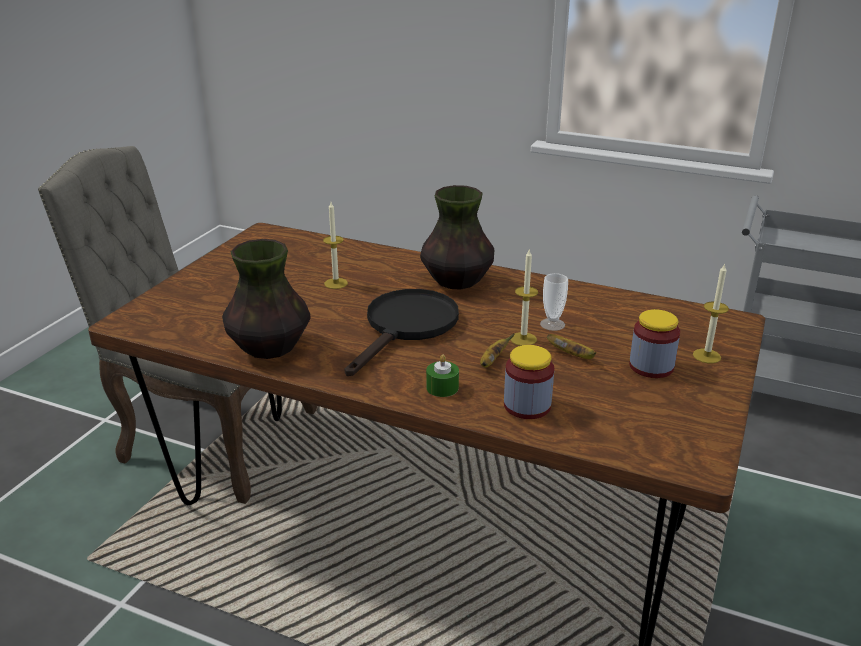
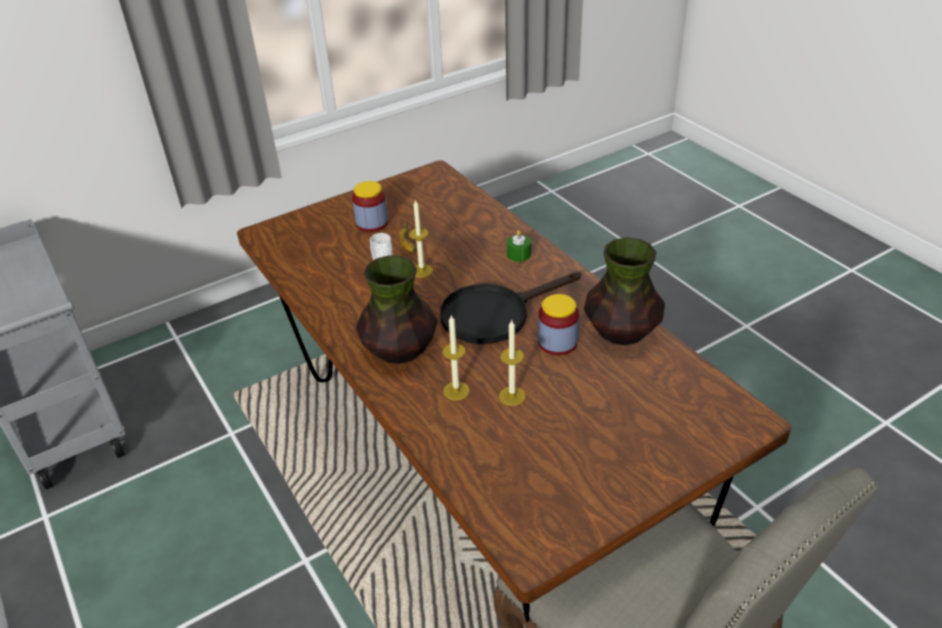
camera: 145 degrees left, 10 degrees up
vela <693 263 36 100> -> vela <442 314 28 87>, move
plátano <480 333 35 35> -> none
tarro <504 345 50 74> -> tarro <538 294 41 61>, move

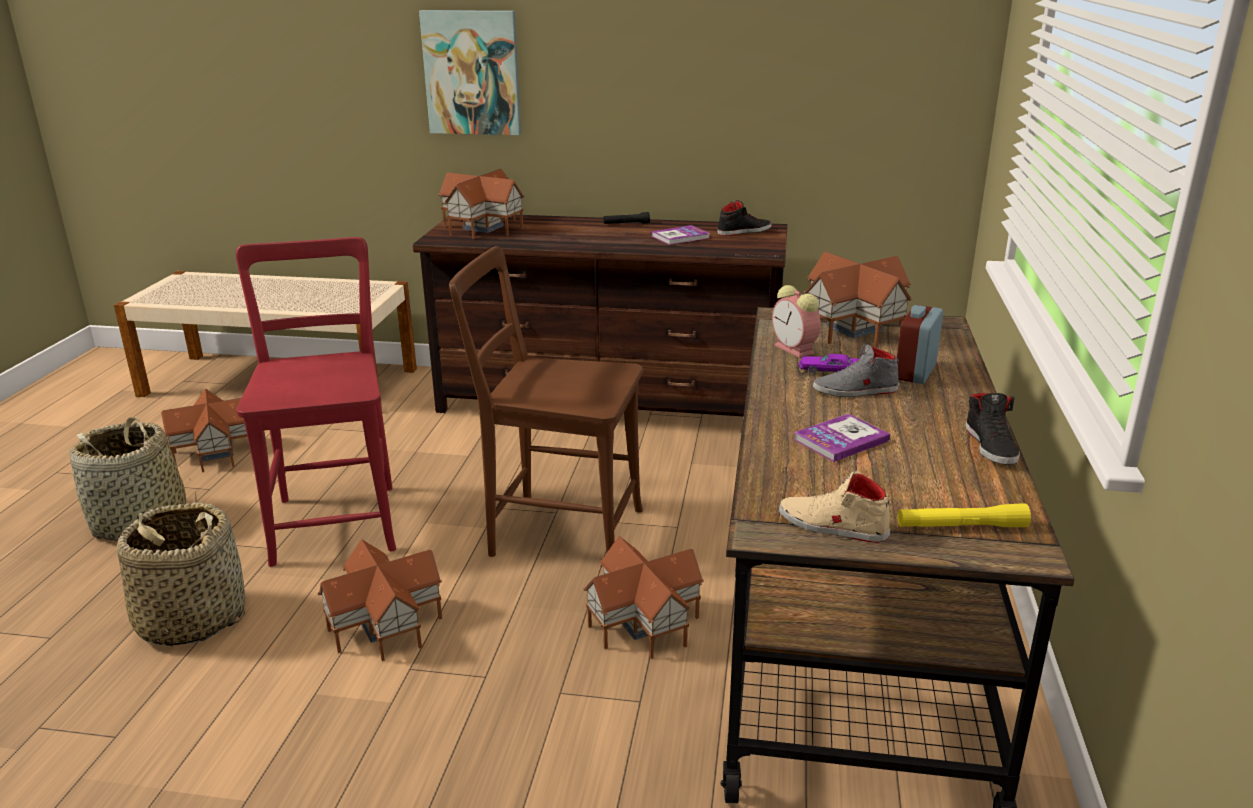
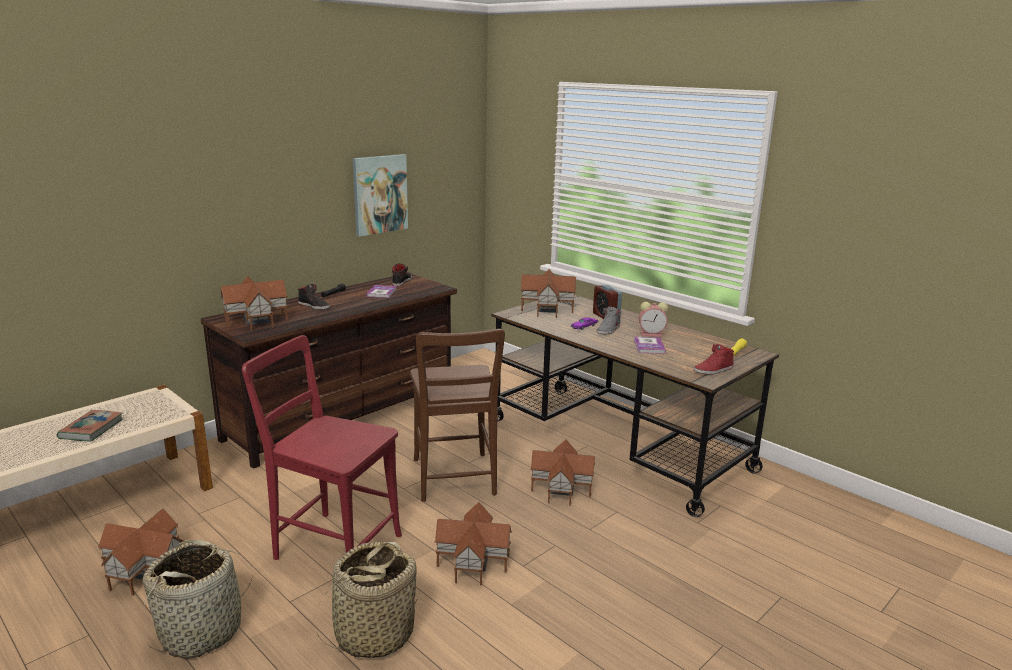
camera: 55 degrees left, 5 degrees down
cuadro <419 10 102 125> -> cuadro <353 154 55 83>, move
silla/marrón <449 246 194 311> -> silla/marrón <410 329 95 173>, 60 degrees counterclockwise
despertador <772 285 49 73> -> despertador <639 302 29 35>, move
zapato/negro <966 393 54 72> -> zapato/negro <298 284 32 26>, move
zapato/beis <779 470 112 73> -> zapato/rojo <694 344 40 31>
none -> libro <57 410 66 32>

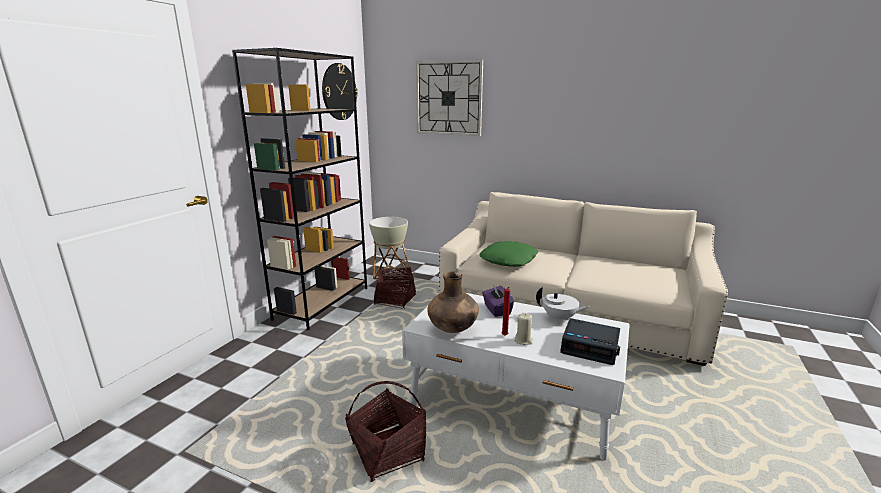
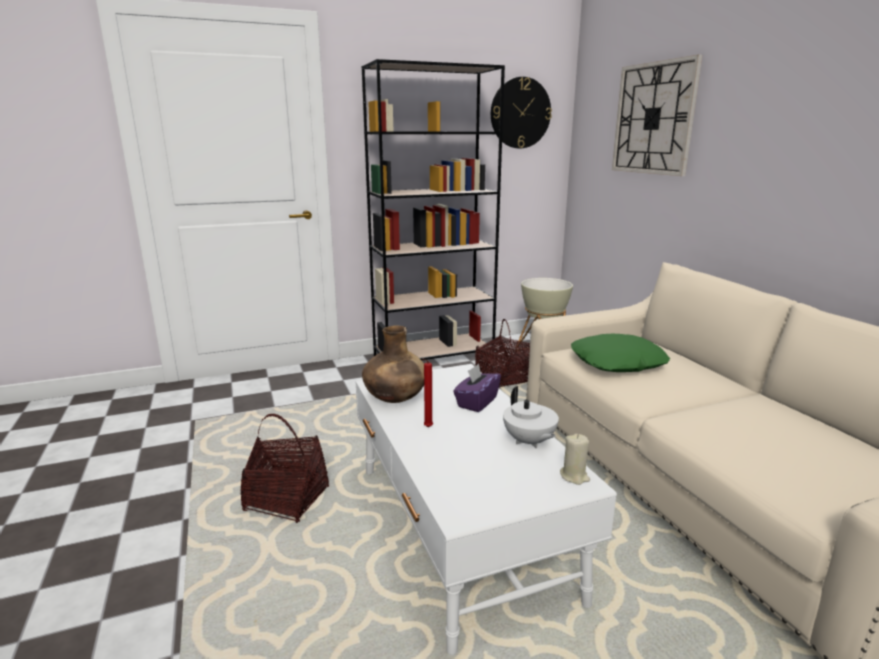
camera: 45 degrees right, 0 degrees up
vela/beis <514 314 19 31> -> vela/beis <560 434 30 51>, move
despertador <560 318 60 47> -> none

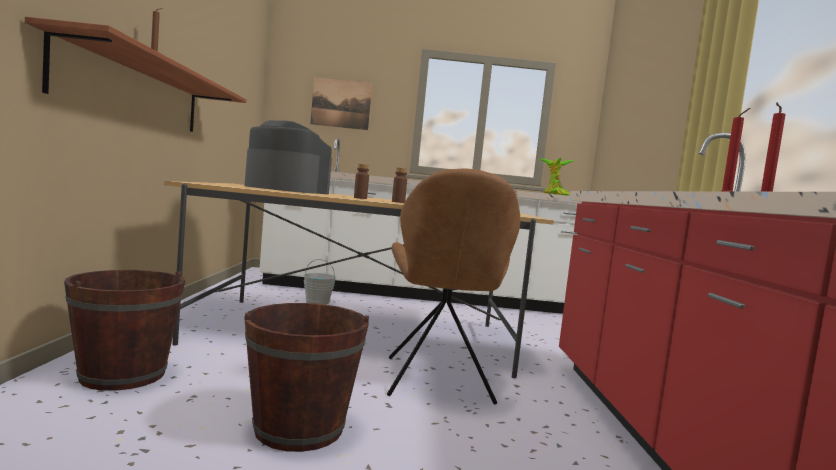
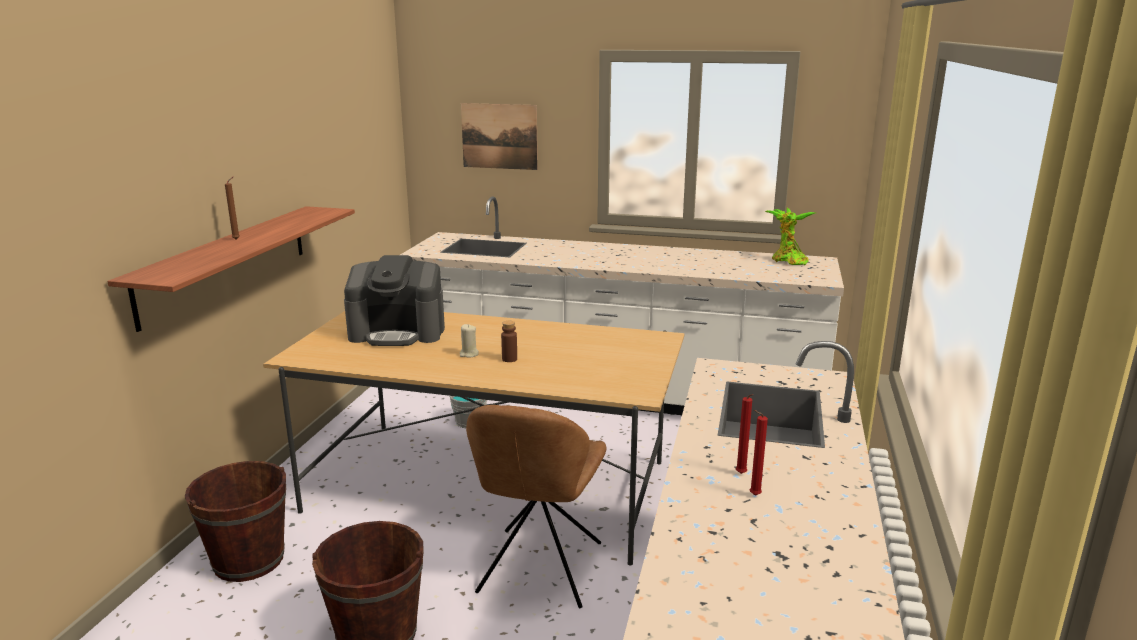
camera: 15 degrees right, 15 degrees up
cafetera <244 120 88 74> -> cafetera <344 255 101 91>, 135 degrees clockwise
botella/marrón <354 164 15 35> -> vela/beis <460 324 19 34>

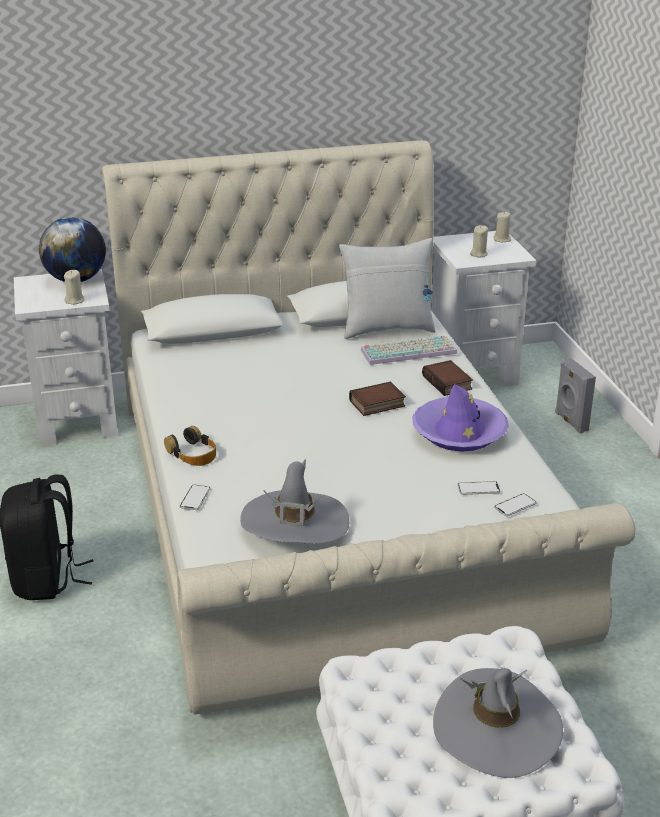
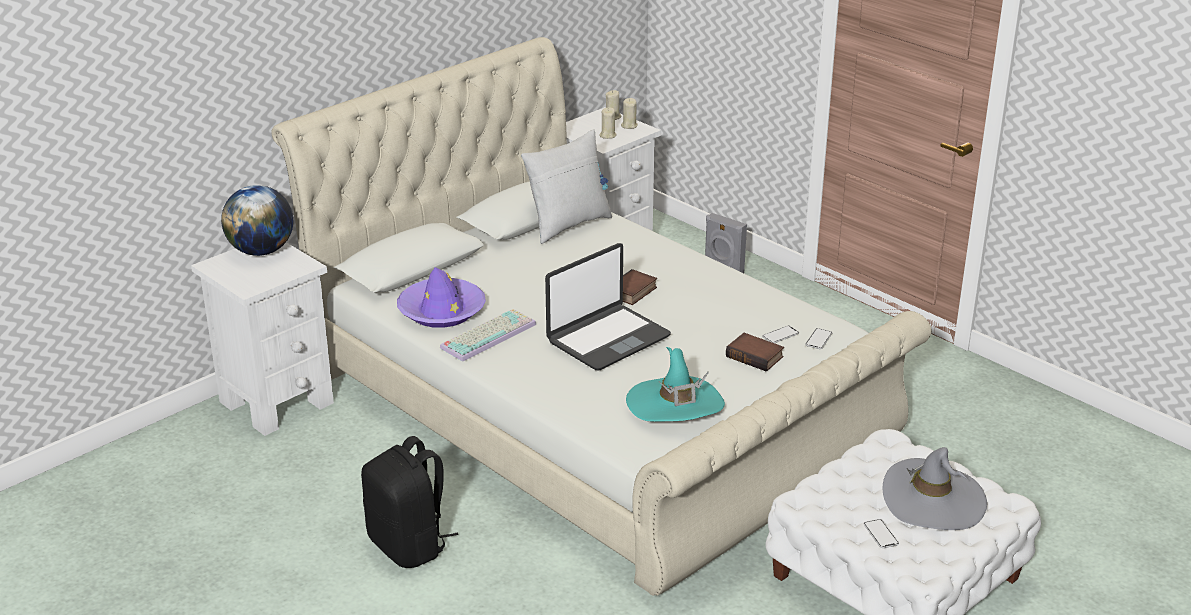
camera: 30 degrees left, 0 degrees up
vela/beis <64 270 20 35> -> vela/beis <621 98 17 31>, move
teclado <361 335 97 30> -> teclado <440 309 96 53>, move
libro <422 360 51 36> -> libro <726 333 58 39>, move
sombrero/morado <412 384 97 68> -> sombrero/morado <397 267 89 61>, move
auriculares <164 426 52 40> -> none
sombrero/gris <240 459 109 85> -> sombrero/turquesa <626 347 99 74>
móvil <180 484 31 26> -> móvil <863 519 36 29>, move
none -> portátil <545 243 126 127>

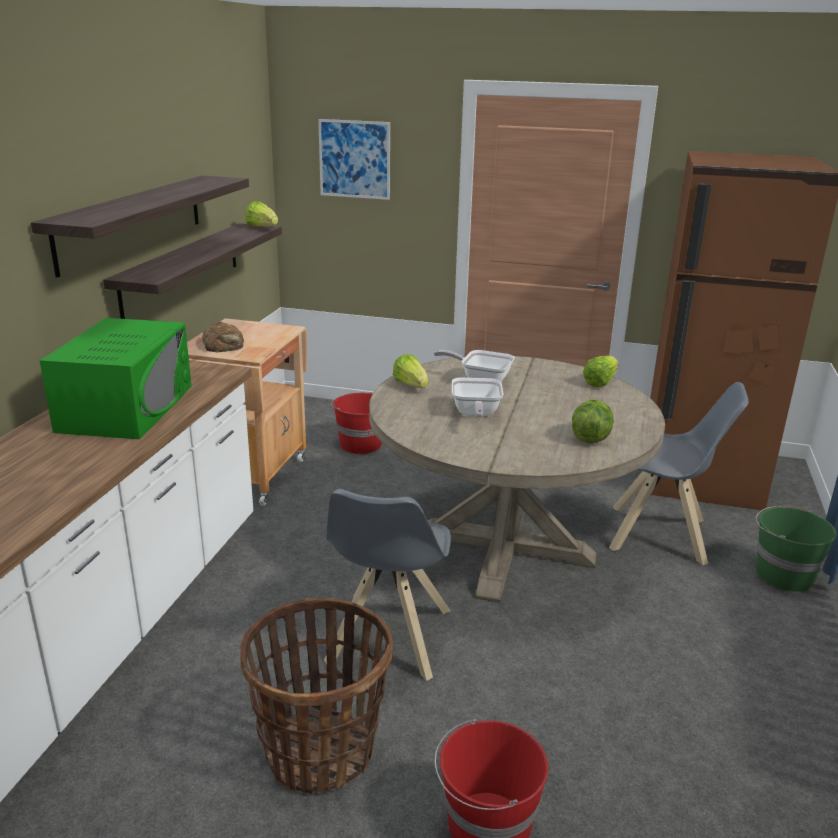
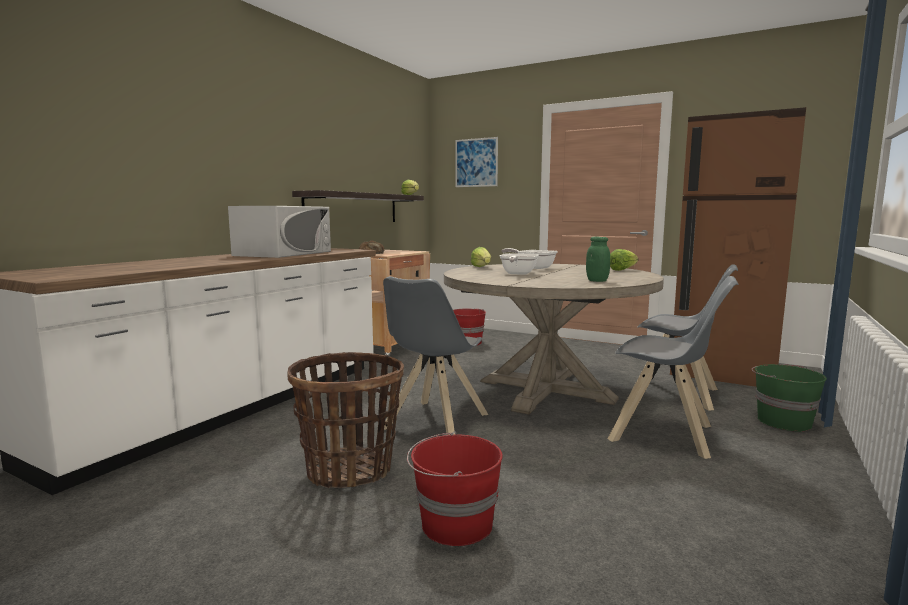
camera: 15 degrees right, 15 degrees down
estante <31 175 218 102> -> none
microondas/verde <39 318 153 121> -> microondas/blanco <228 206 103 52>
lechuga <572 400 42 43> -> tarro/verde <586 236 24 46>
none -> silla/gris <608 276 130 183>

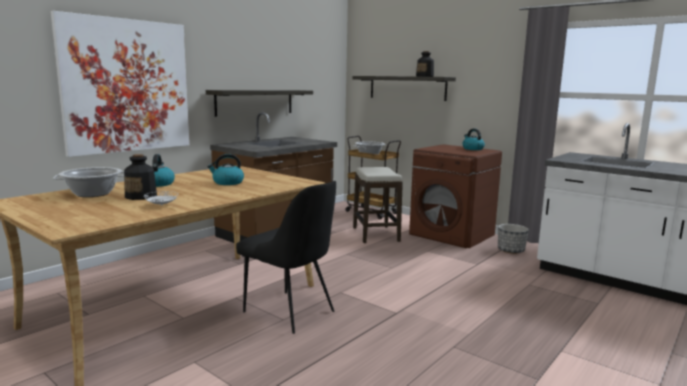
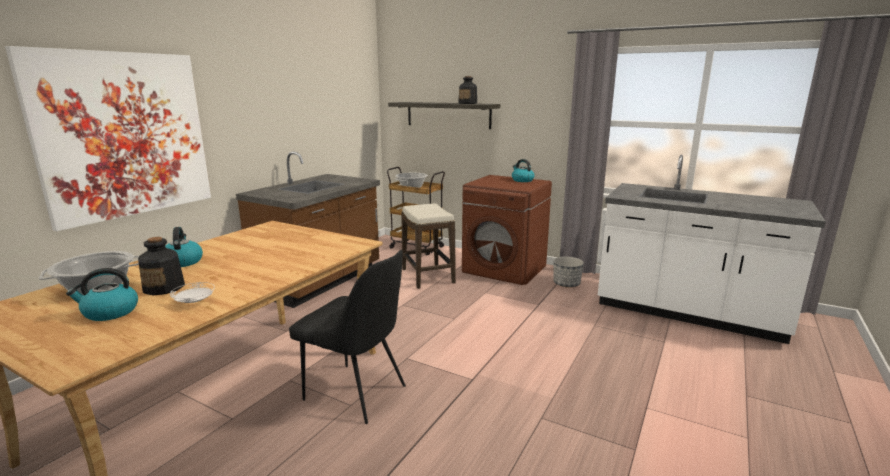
camera: 10 degrees left, 5 degrees up
estante <206 90 107 27> -> none
hervidor <207 154 37 31> -> hervidor <66 268 72 53>, move

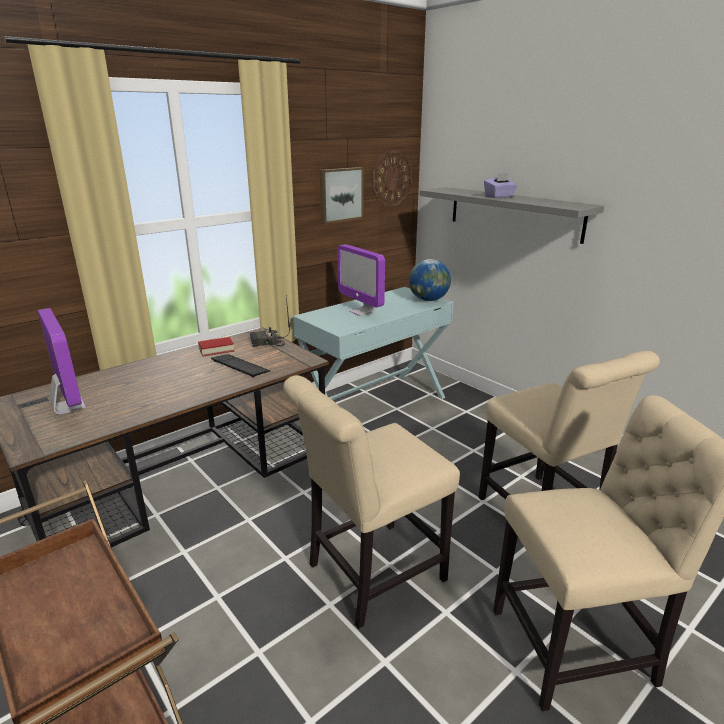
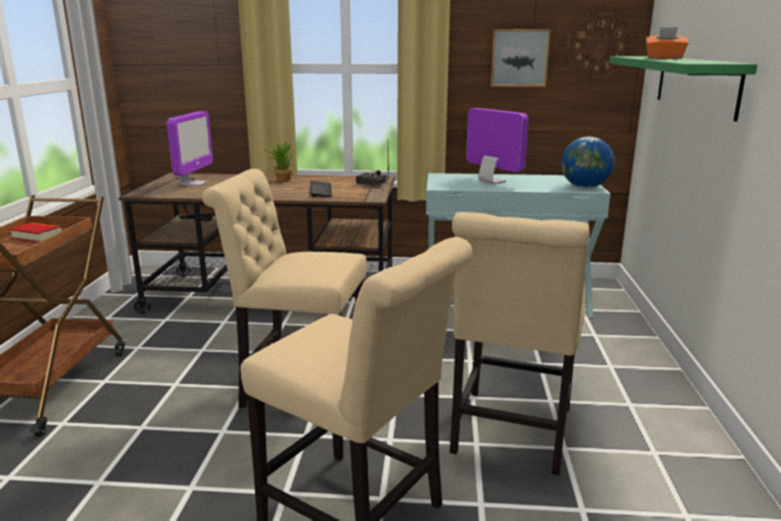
camera: 45 degrees right, 5 degrees down
caja de pañuelos/morado <484 173 34 25> -> caja de pañuelos/naranja <646 27 42 32>
estante/gris <420 187 184 57> -> estante/verde <609 56 148 66>
monitor <338 244 47 72> -> monitor <466 108 63 76>, 135 degrees clockwise
libro <198 337 36 19> -> libro <10 222 53 21>, move
none -> planta en maceta <264 142 31 40>

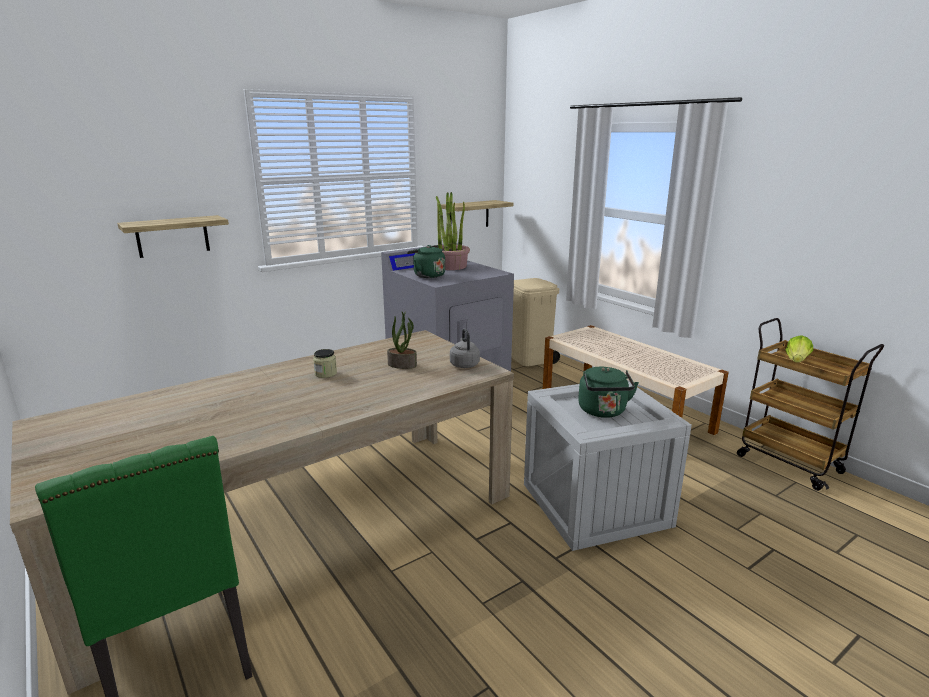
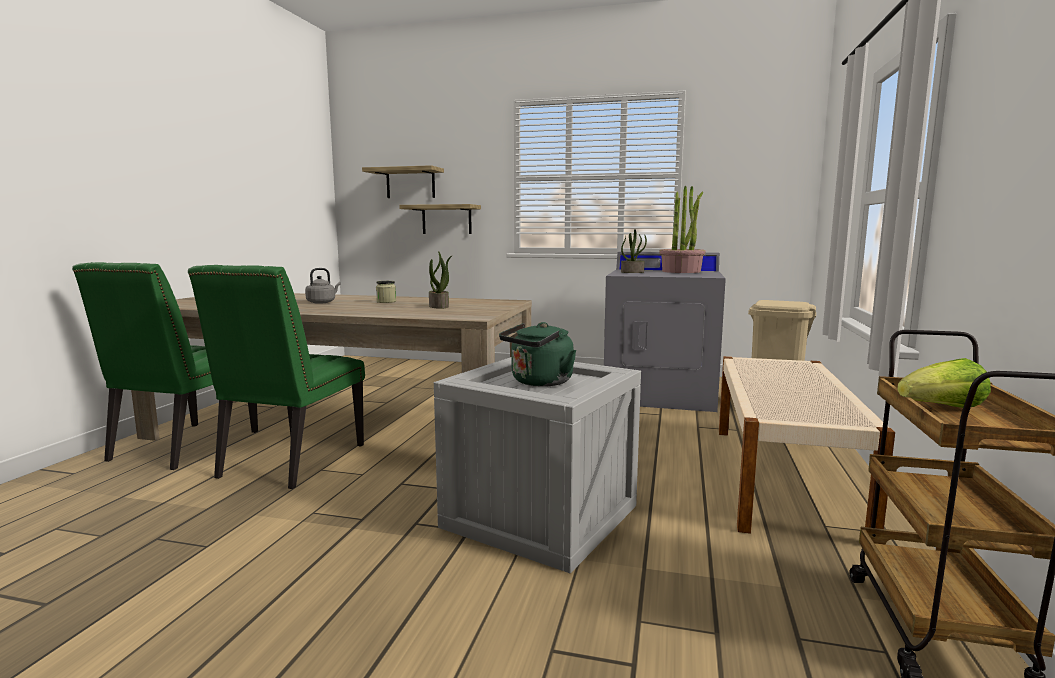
camera: 50 degrees right, 10 degrees down
estante <441 200 72 27> -> estante <362 165 82 33>, move
hervidor/verde <407 245 38 33> -> planta en maceta <621 229 26 44>
hervidor/gris <450 328 30 40> -> hervidor/gris <305 268 36 36>, move
none -> silla/verde <188 265 177 224>

